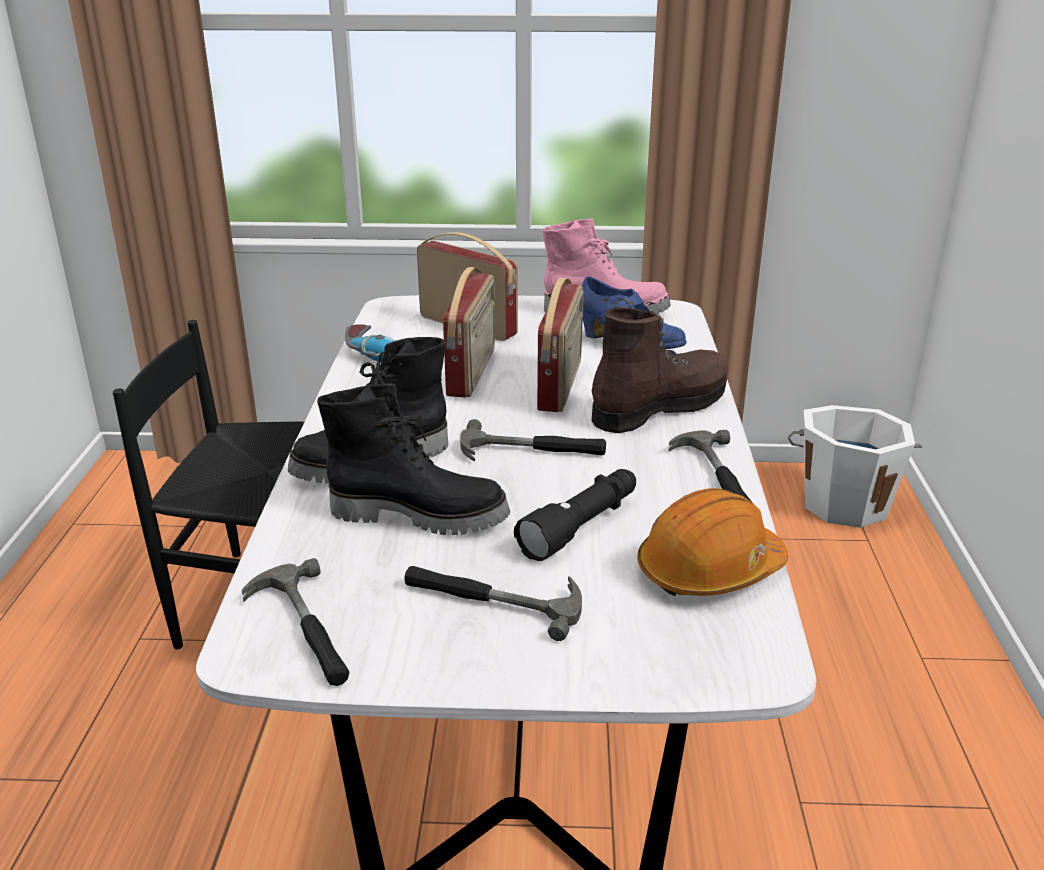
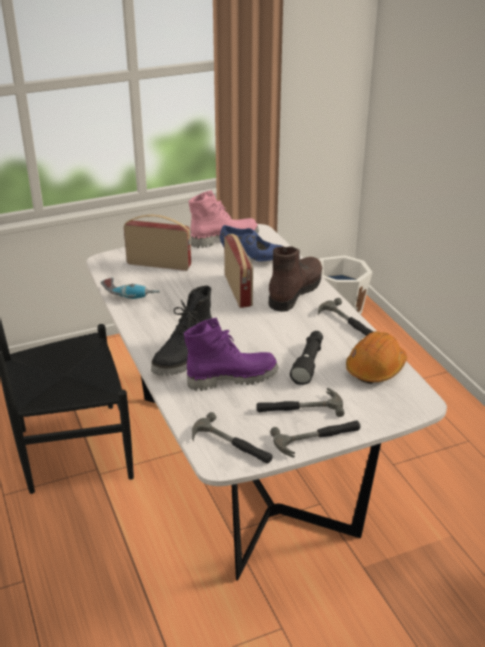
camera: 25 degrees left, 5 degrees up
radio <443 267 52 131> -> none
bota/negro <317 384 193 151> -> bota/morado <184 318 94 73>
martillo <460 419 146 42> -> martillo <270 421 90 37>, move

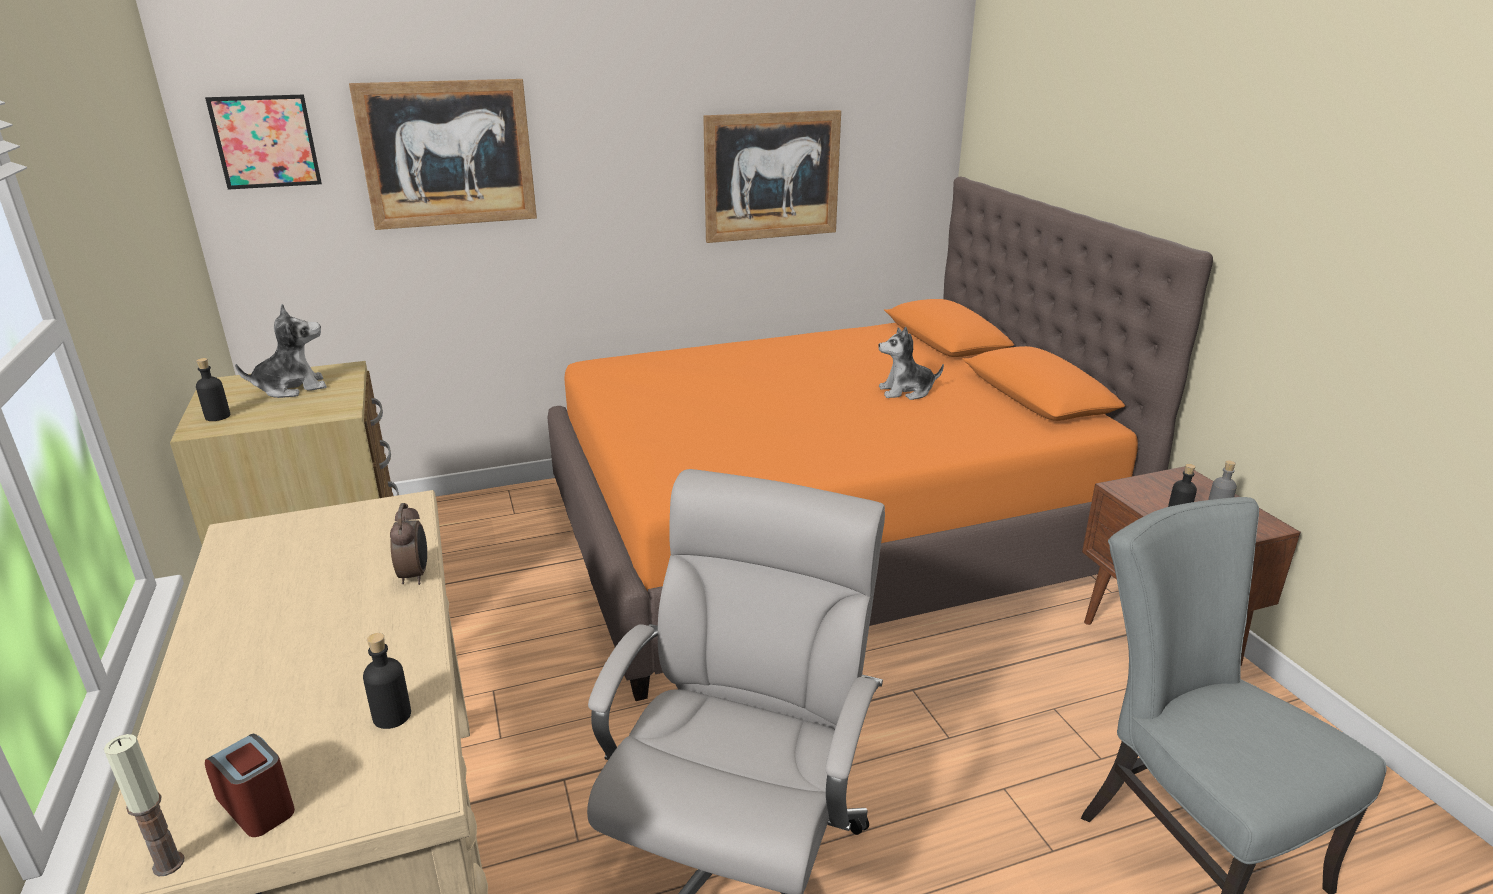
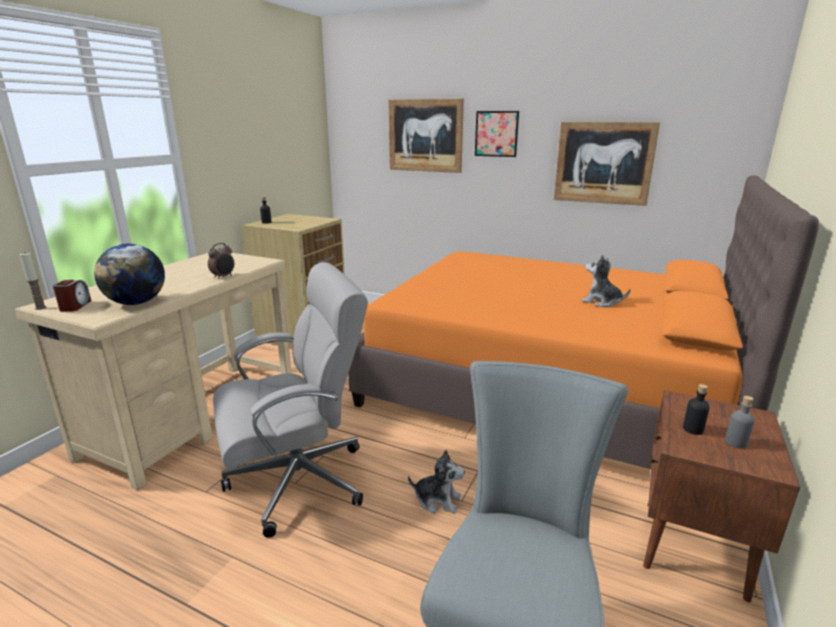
camera: 45 degrees right, 5 degrees down
cuadro <205 94 117 96> -> cuadro <475 111 44 46>, move
peluche <235 304 92 94> -> peluche <408 450 57 64>, move
botella/negro <363 633 48 96> -> globo terráqueo <94 244 71 61>

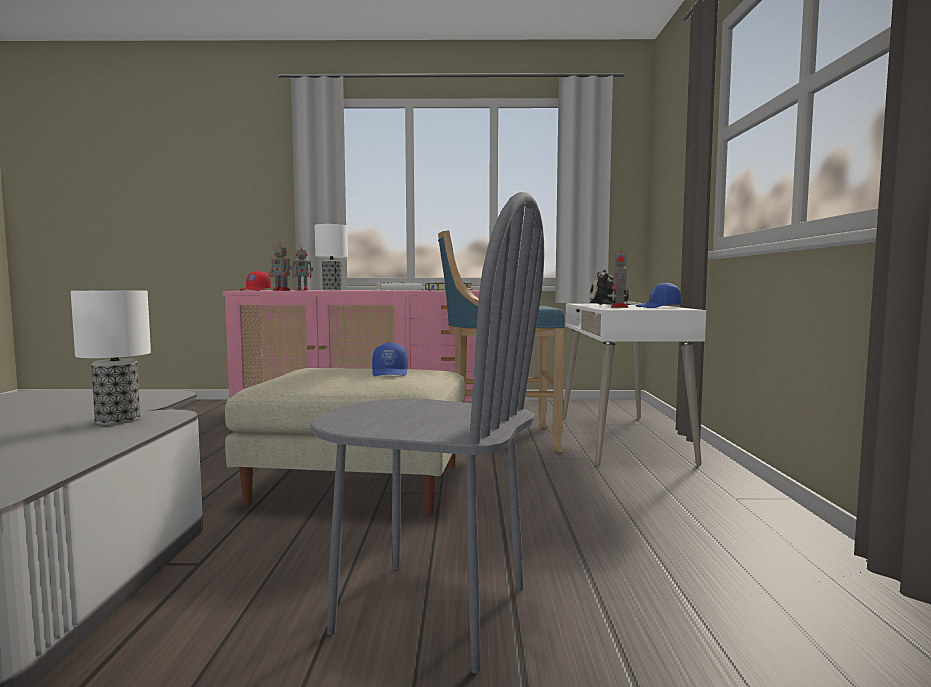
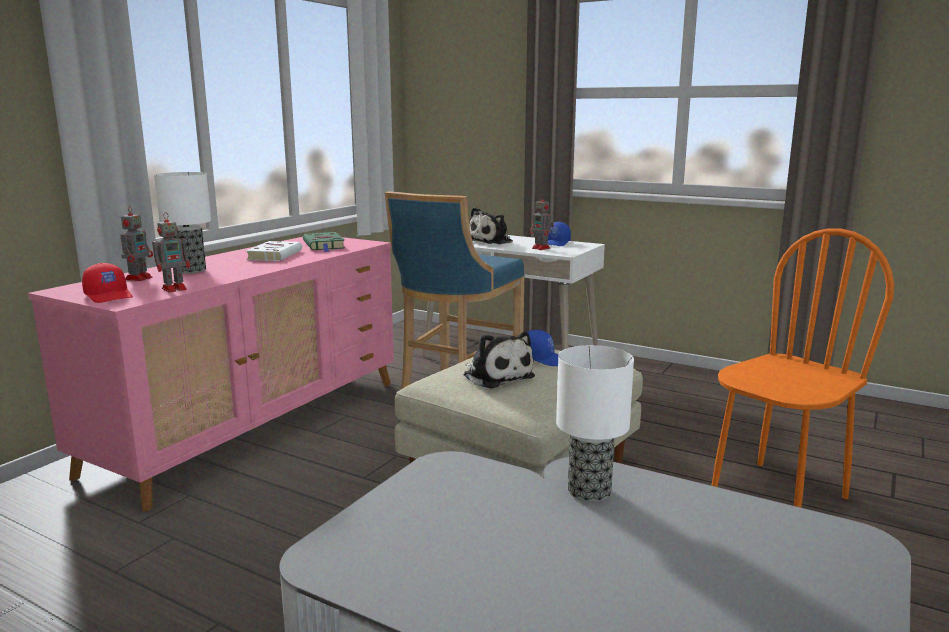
camera: 60 degrees left, 10 degrees up
silla/gris <311 192 233 482> -> silla/naranja <712 228 182 279>
none -> peluche <464 332 71 57>

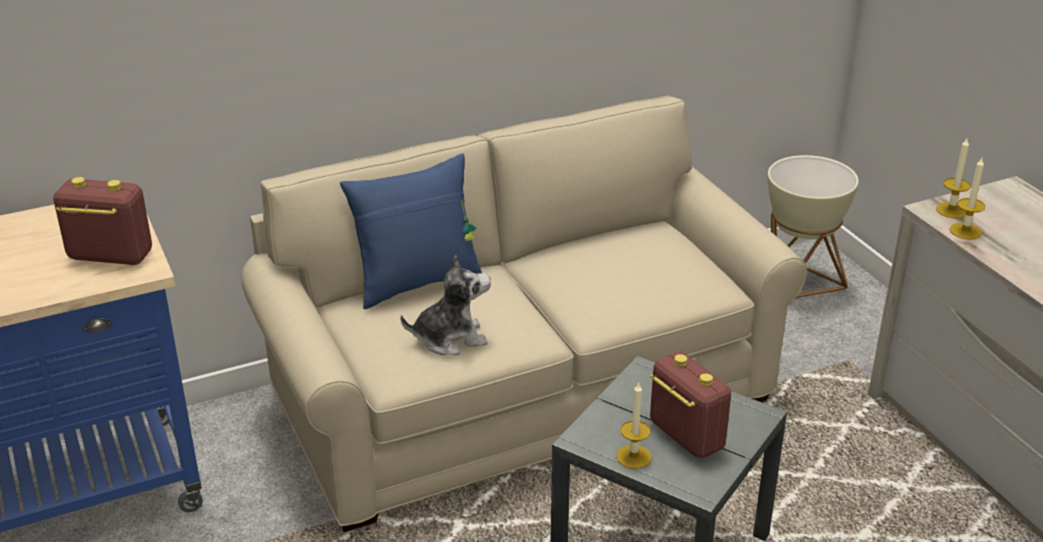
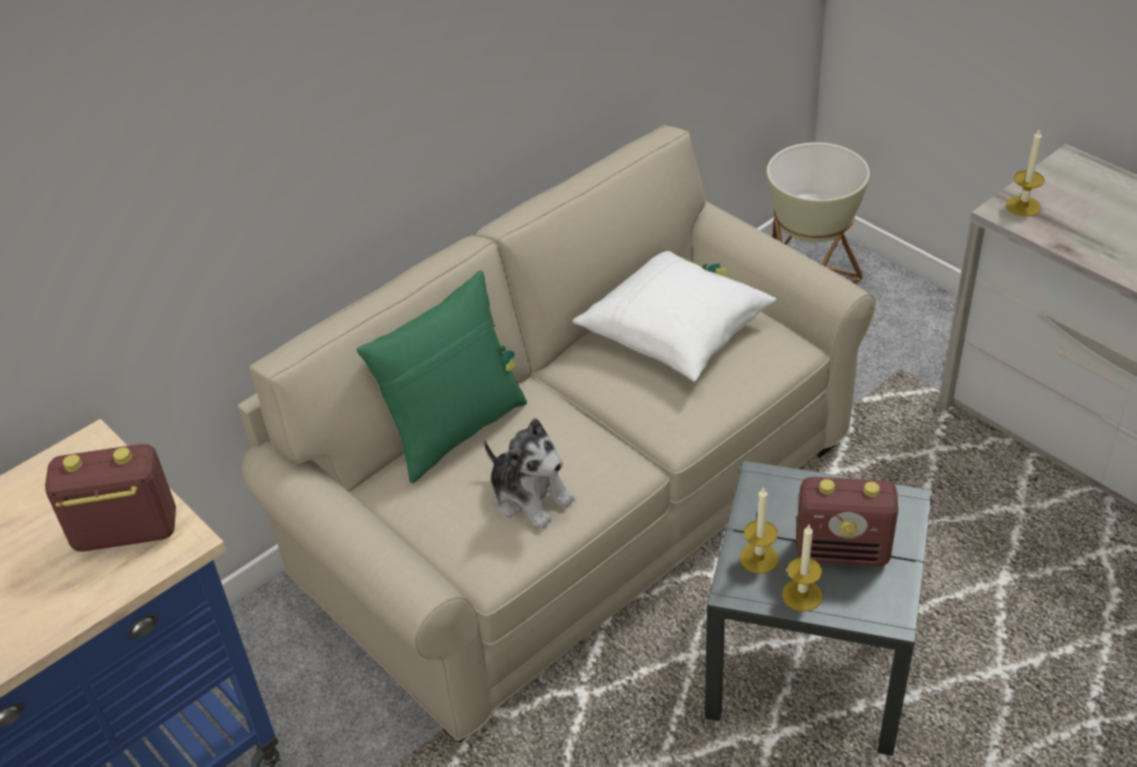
camera: 15 degrees left, 10 degrees up
cojín/azul <340 153 142 156> -> cojín/verde <357 270 170 213>
vela <949 158 36 82> -> vela <739 487 40 87>, move
peluche <400 255 91 100> -> peluche <484 418 91 111>, 75 degrees clockwise
radio <650 351 81 108> -> radio <796 477 102 90>, 150 degrees clockwise
none -> cojín/blanco <572 251 205 131>

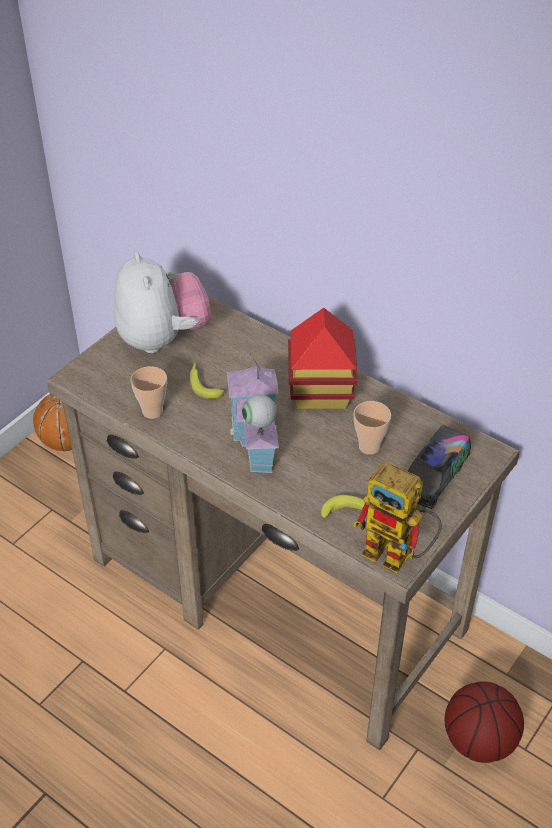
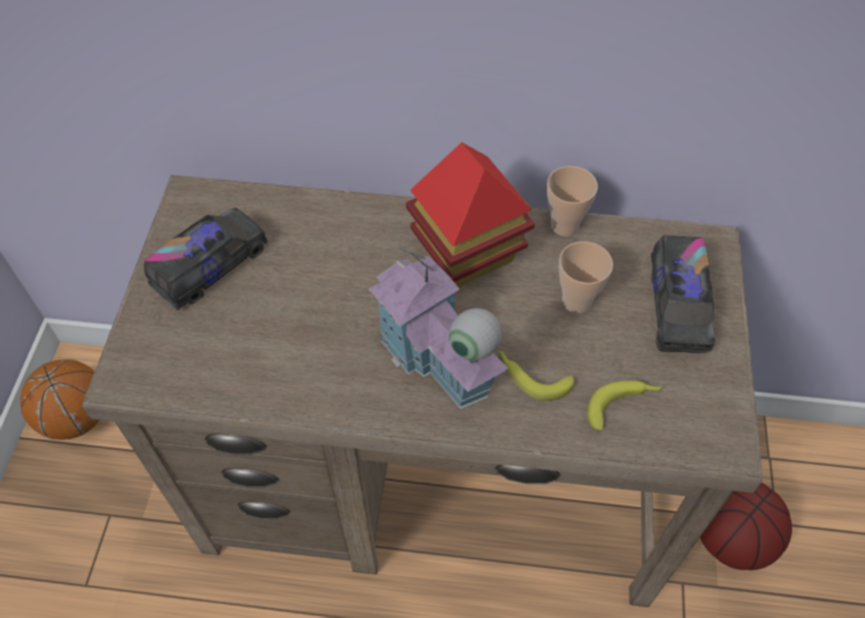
camera: 30 degrees left, 10 degrees up
peluche <114 252 97 101> -> camión de juguete <144 208 124 102>
plátano <190 362 34 37> -> plátano <498 351 76 50>, move
taza <130 366 37 53> -> taza <547 166 51 70>, move
robot de juguete <353 462 89 111> -> none

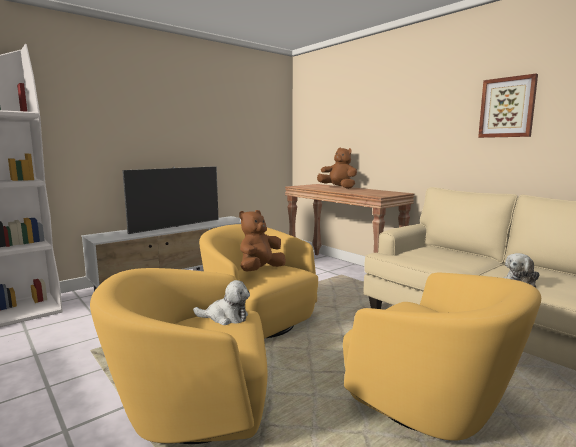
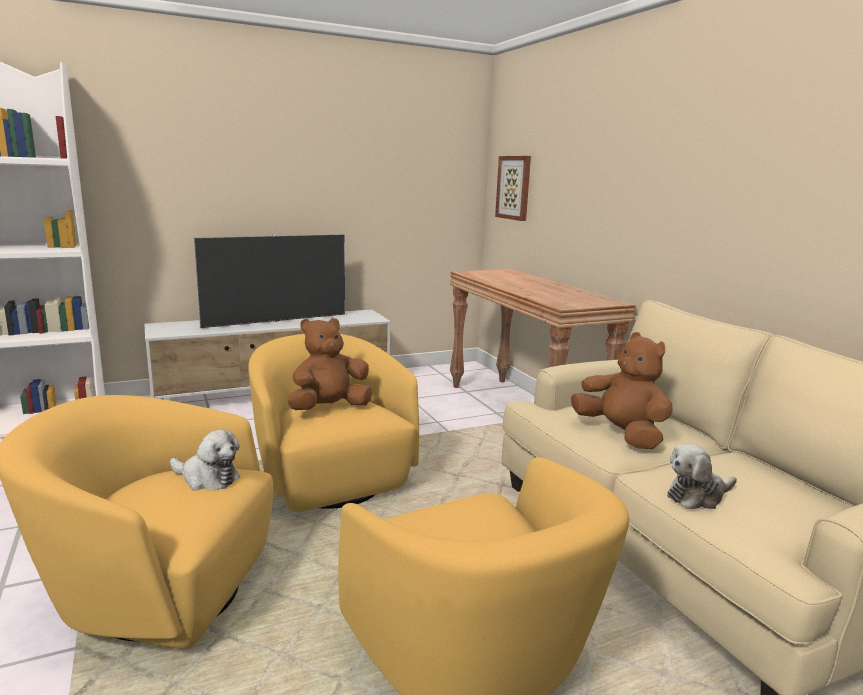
camera: 15 degrees right, 5 degrees up
cuadro <478 74 60 64> -> cuadro <495 156 36 65>, move
peluche/marrón <317 147 40 42> -> peluche/marrón <571 332 102 117>, move

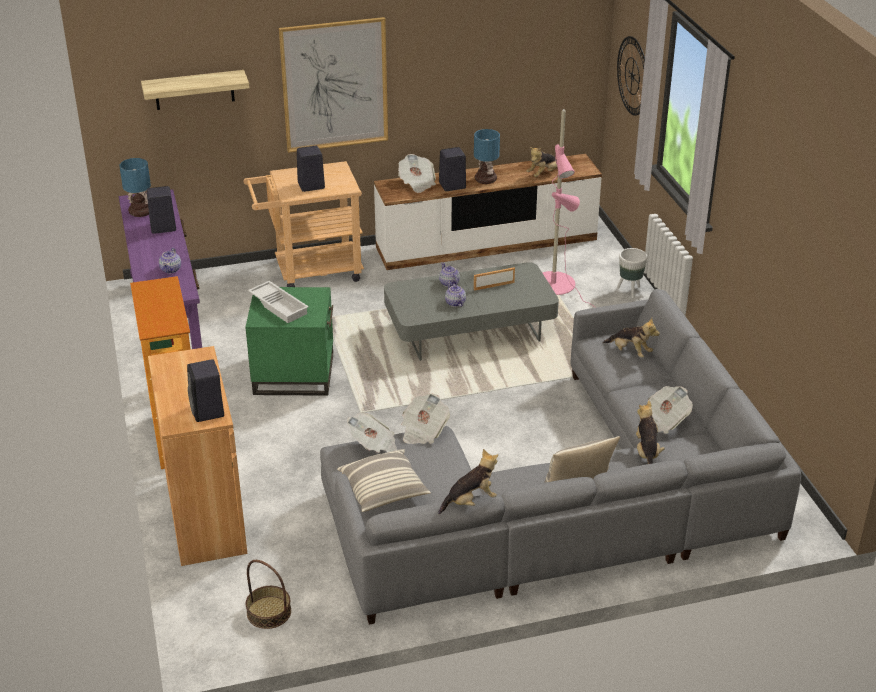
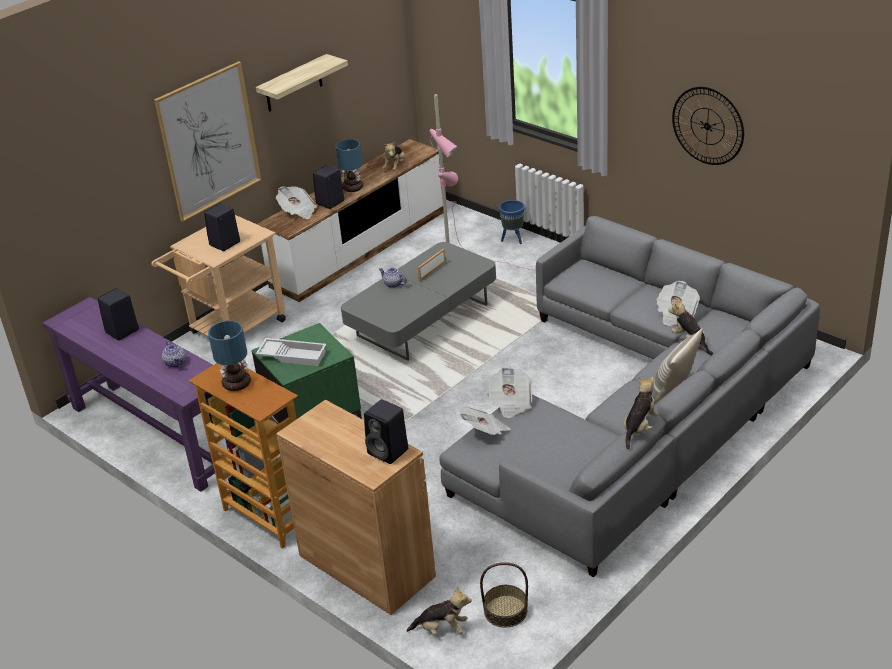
camera: 30 degrees left, 0 degrees up
reloj de pared <617 36 28 80> -> reloj de pared <672 87 72 78>, move
estante <141 70 108 40> -> estante <256 54 92 58>, move
lámpara de mesa <119 158 32 59> -> lámpara de mesa <208 320 43 71>, move
maceta/blanco <617 248 30 50> -> maceta/azul <499 200 26 44>
tetera <445 282 21 25> -> none
peluche <603 318 57 40> -> peluche <406 586 66 49>, move
cojín <337 449 94 63> -> none

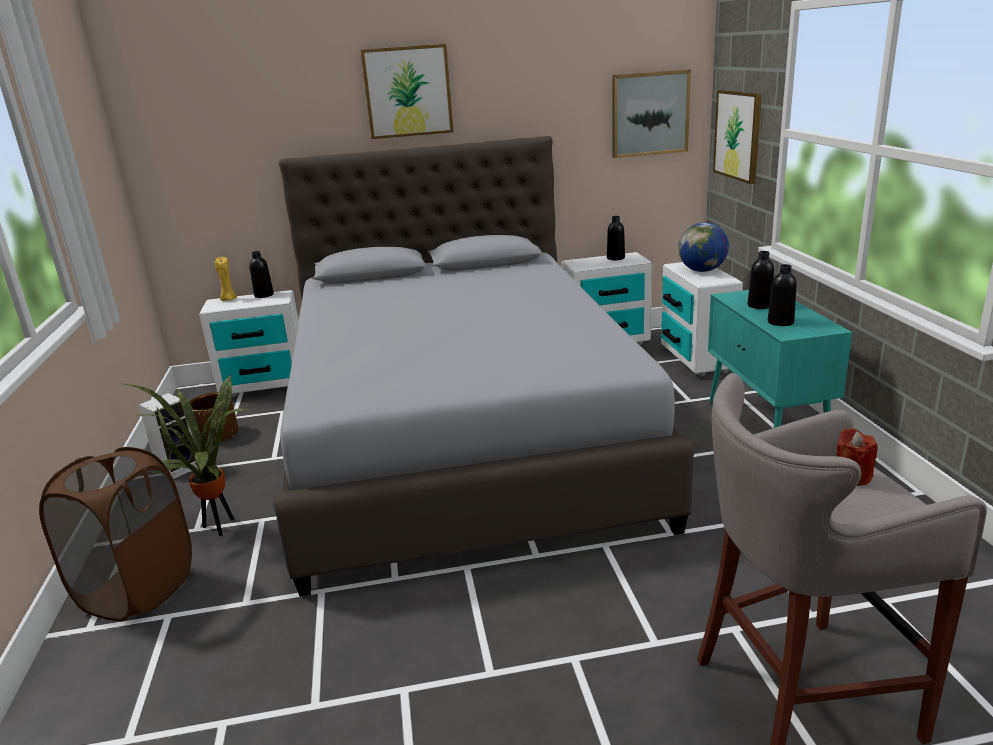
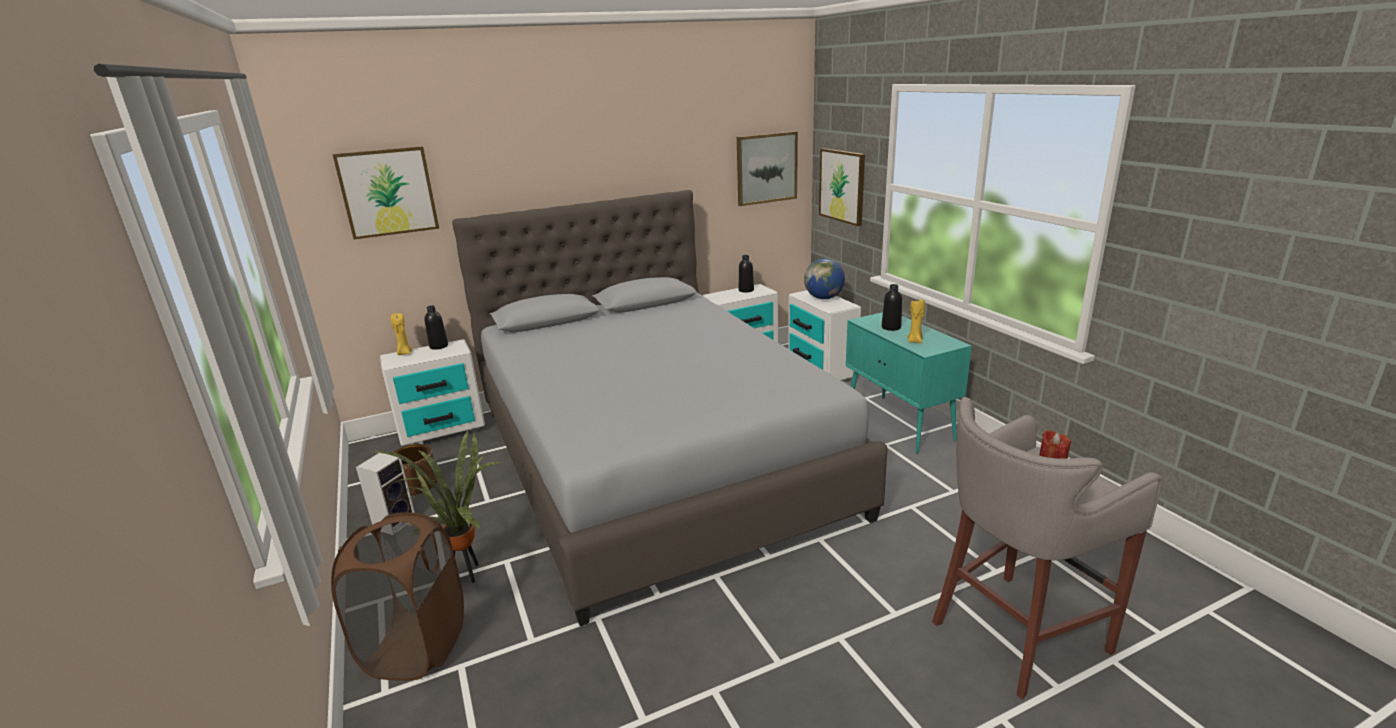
camera: 15 degrees left, 0 degrees up
cuadro <361 44 93 95> -> cuadro <333 146 106 93>, move
botella/negro <768 264 29 62> -> vela/amarillo <907 299 18 44>

